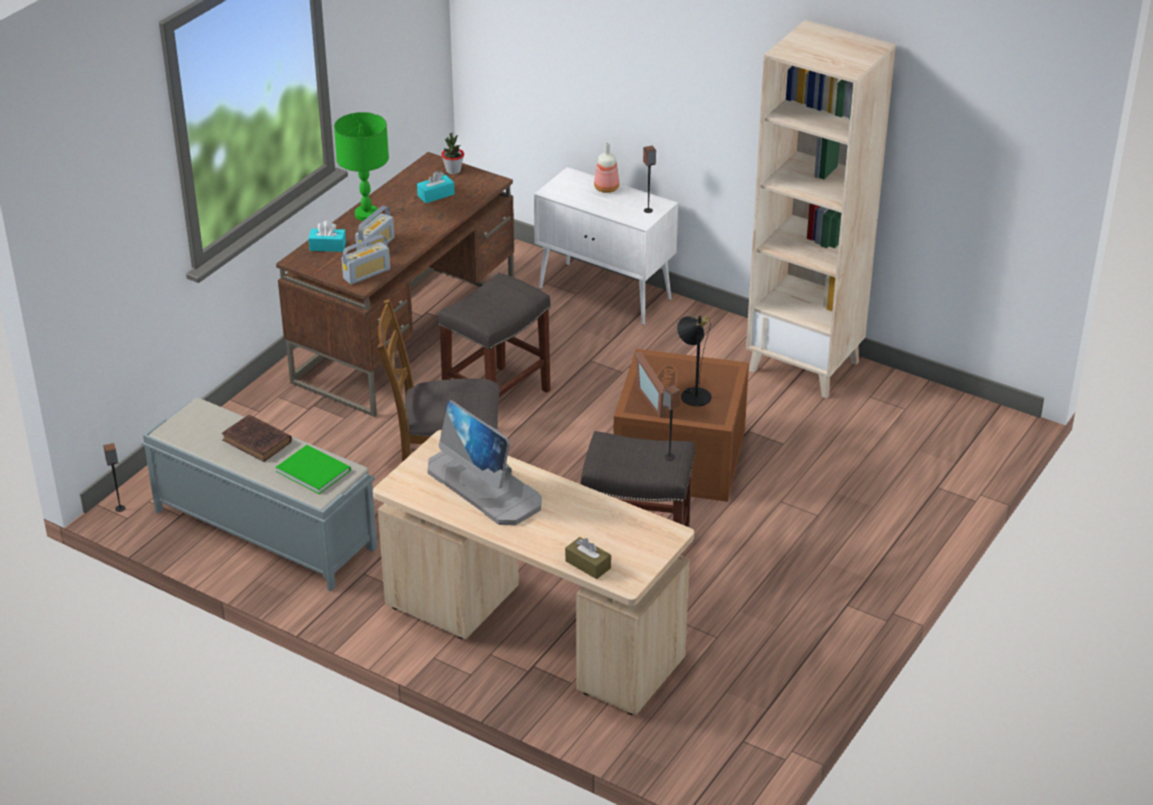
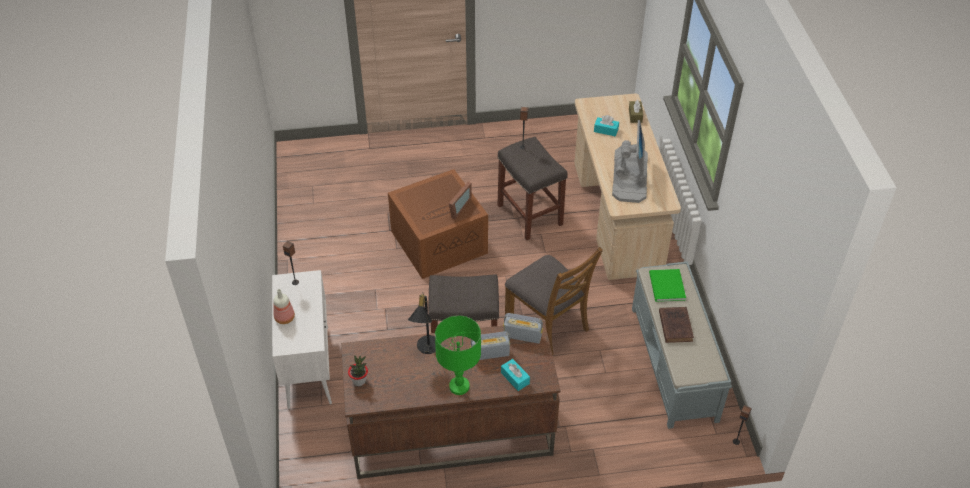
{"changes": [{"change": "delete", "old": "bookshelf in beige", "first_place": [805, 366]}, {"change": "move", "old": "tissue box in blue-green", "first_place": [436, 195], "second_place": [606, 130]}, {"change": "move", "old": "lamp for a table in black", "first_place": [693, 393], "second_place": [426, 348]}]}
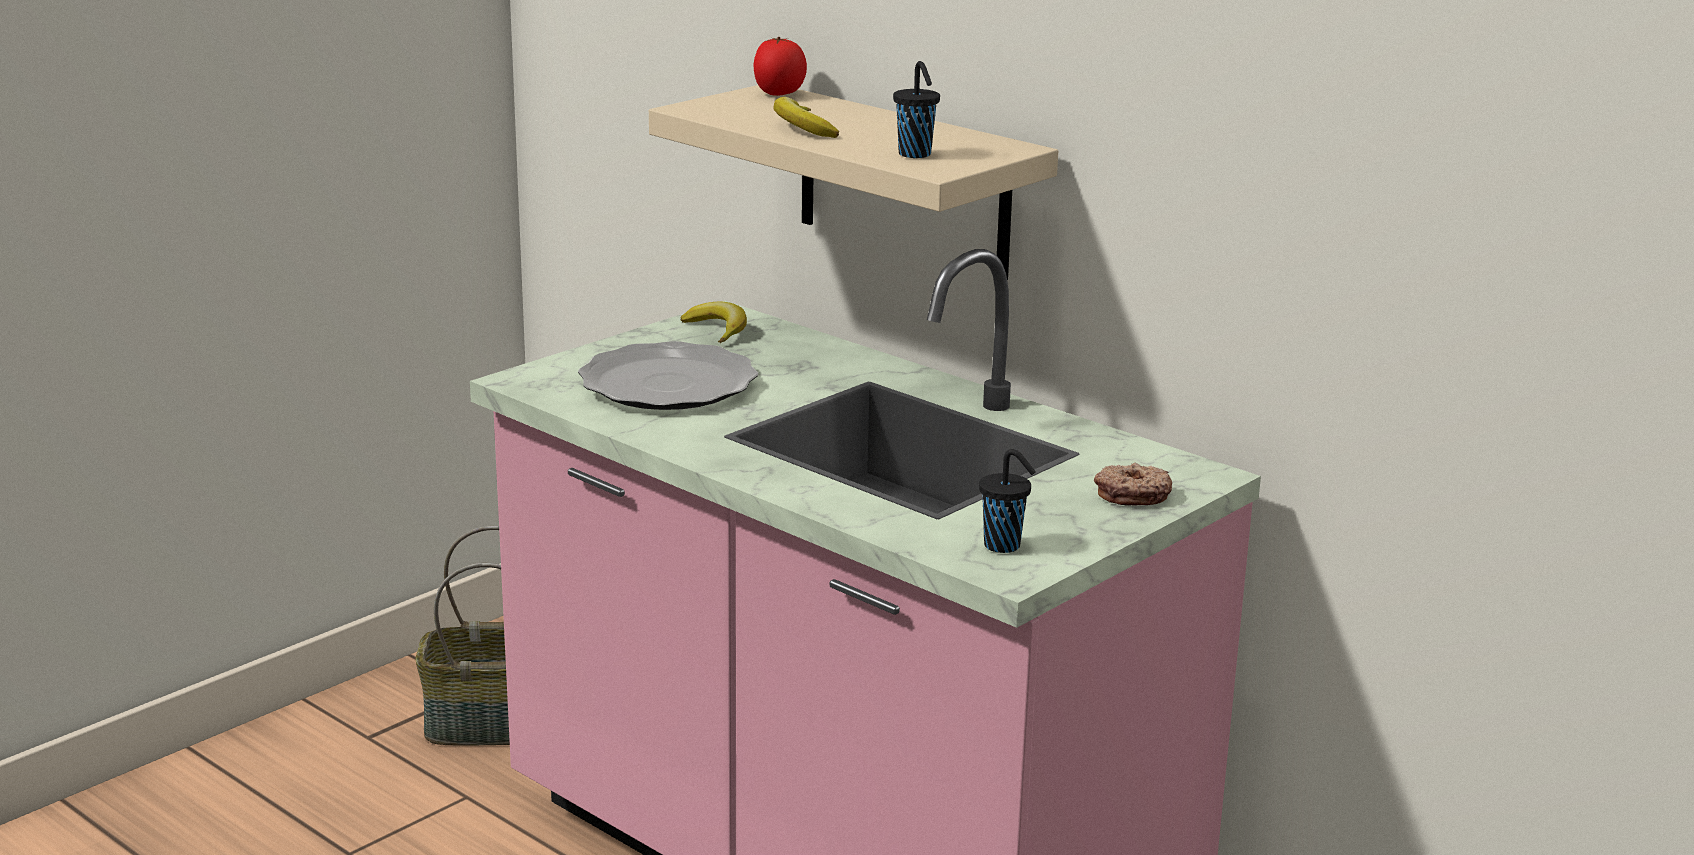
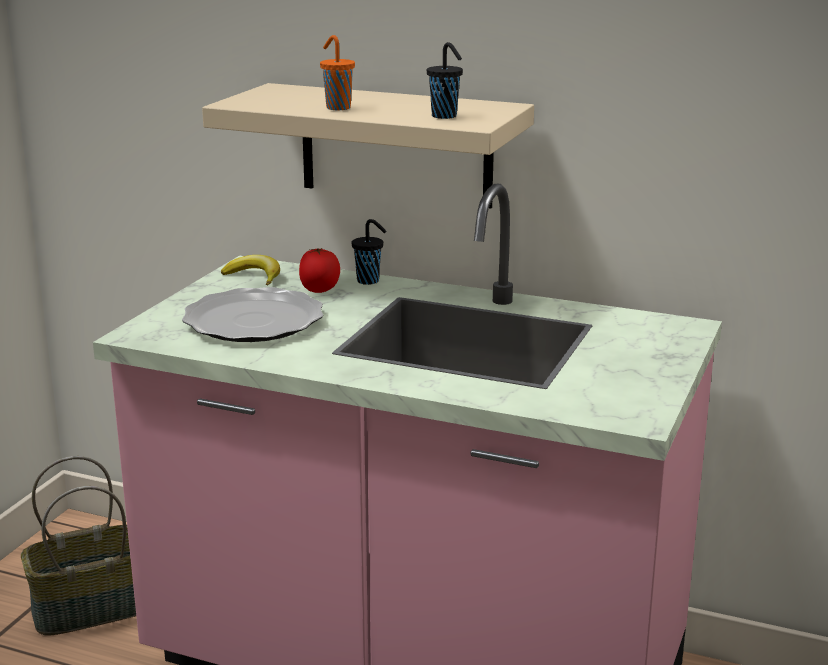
{"changes": [{"change": "move", "old": "fresh tomato", "first_place": [779, 94], "second_place": [319, 291]}, {"change": "replace", "old": "banana fruit", "new": "small cup in orange-coloured", "first_place": [802, 128], "second_place": [337, 108]}, {"change": "move", "old": "small cup in black", "first_place": [1004, 546], "second_place": [369, 281]}, {"change": "delete", "old": "donut", "first_place": [1132, 495]}]}
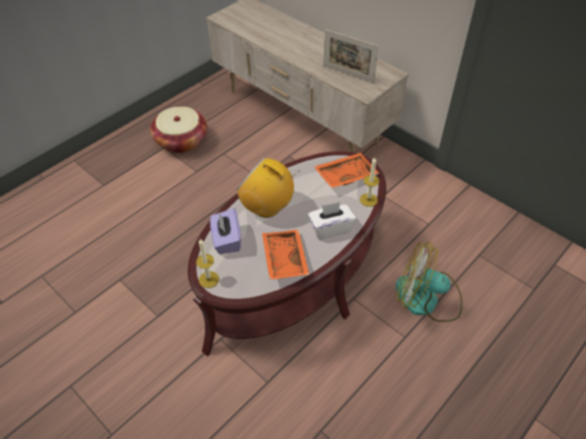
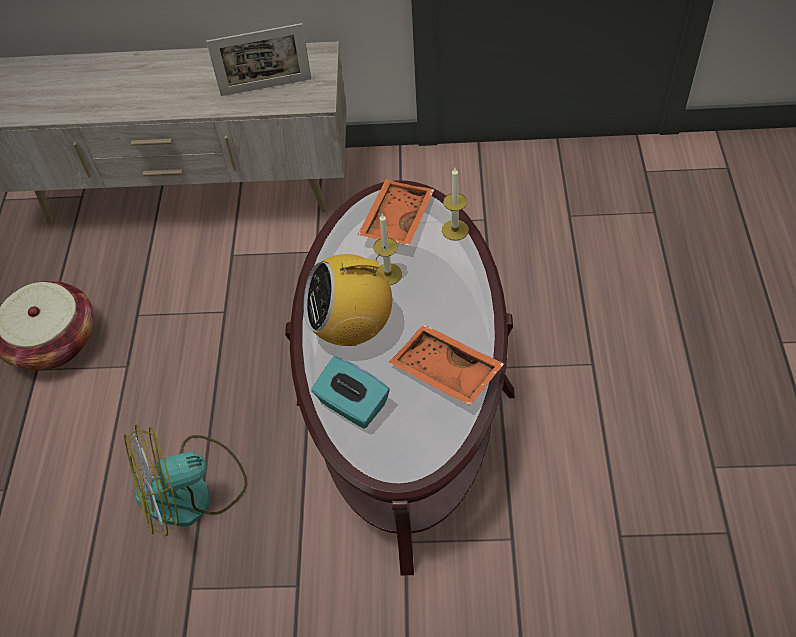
{"changes": [{"change": "delete", "old": "tissue box in whitish", "first_place": [330, 228]}, {"change": "recolor", "old": "tissue box in purple-coloured", "new": "tissue box in blue-green", "first_place": [226, 240], "second_place": [352, 405]}, {"change": "move", "old": "wax candle", "first_place": [208, 279], "second_place": [388, 274]}, {"change": "move", "old": "electric fan", "first_place": [426, 299], "second_place": [192, 492]}]}
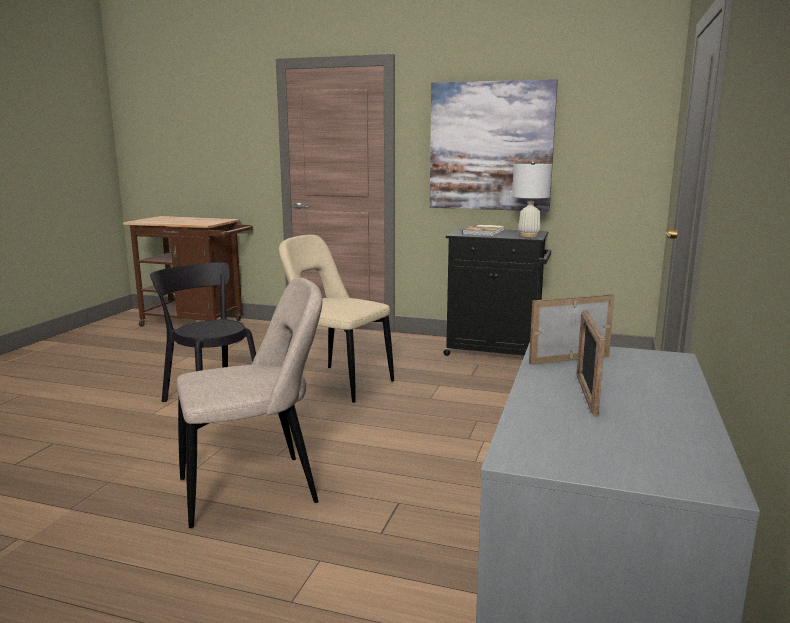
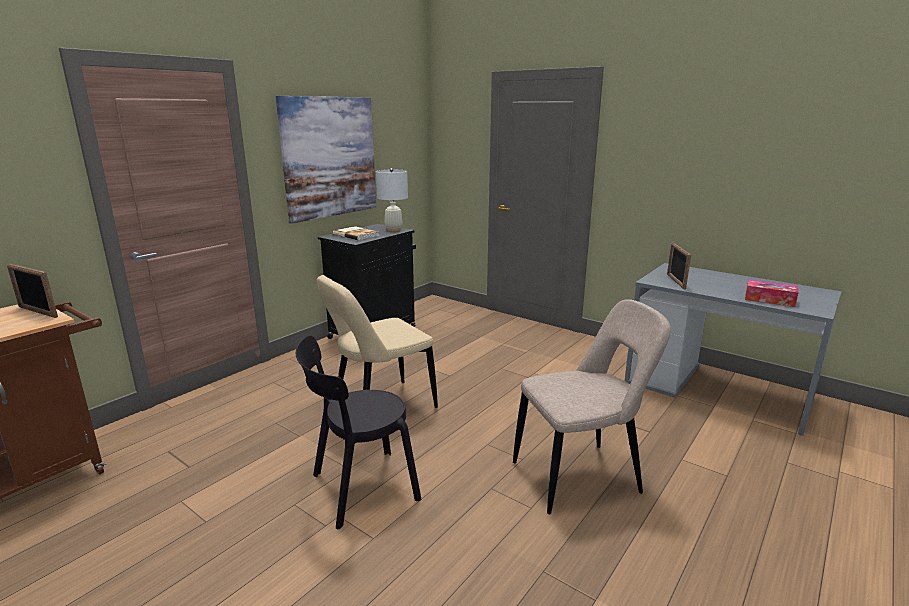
{"changes": [{"change": "rotate", "old": "chair in beige", "first_place": [255, 489], "second_place": [581, 476], "degrees": 75}, {"change": "move", "old": "standing frame", "first_place": [586, 395], "second_place": [37, 312]}, {"change": "insert", "new": "tissue box", "second_place": [769, 300]}]}
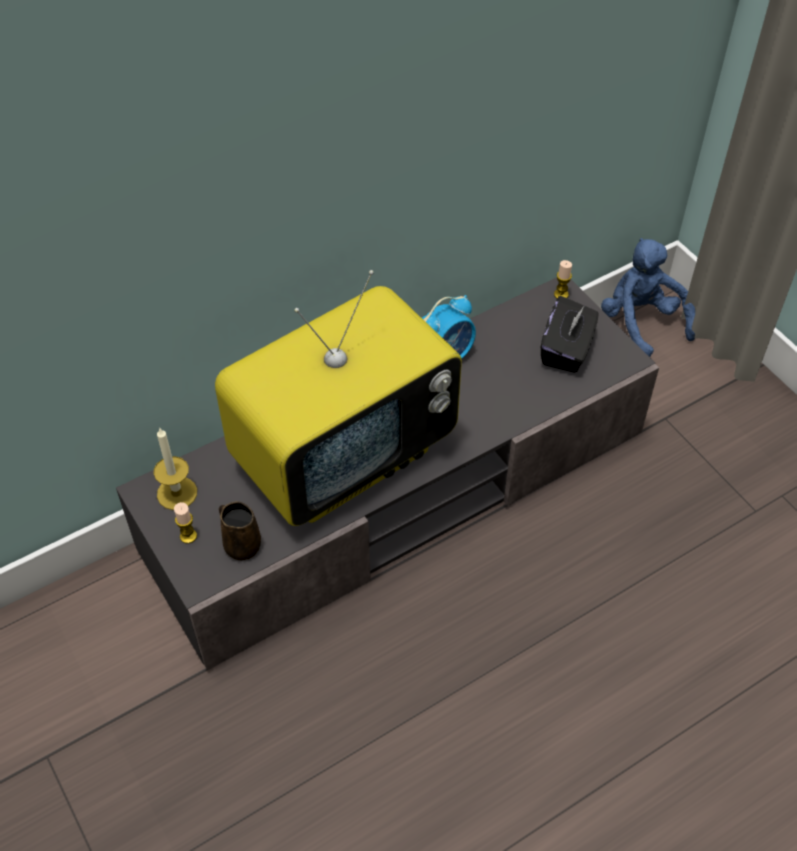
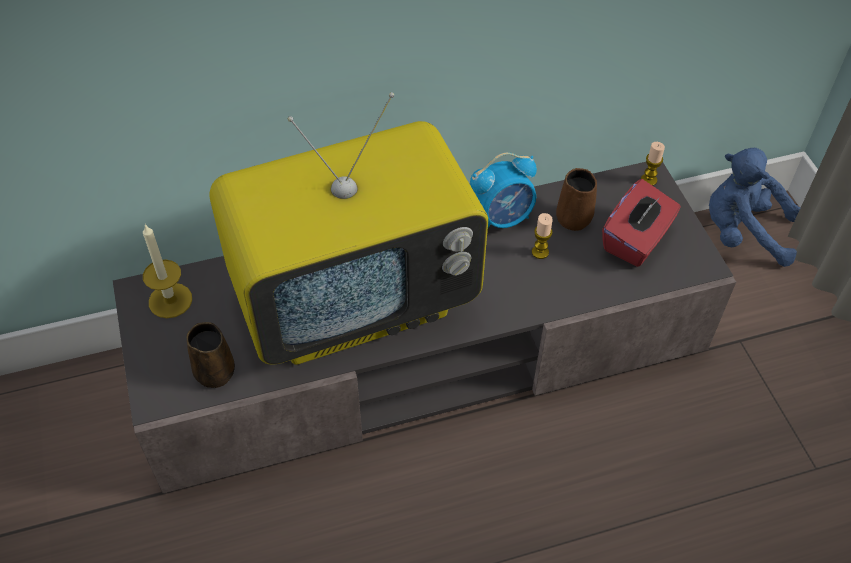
{"changes": [{"change": "rotate", "old": "soft toy in blue", "first_place": [641, 323], "second_place": [742, 233], "degrees": -60}, {"change": "recolor", "old": "tissue box in black", "new": "tissue box in red-coloured", "first_place": [566, 350], "second_place": [636, 240]}, {"change": "move", "old": "wax candle", "first_place": [188, 536], "second_place": [540, 252]}, {"change": "insert", "new": "mug in brown-coloured", "second_place": [573, 217]}]}
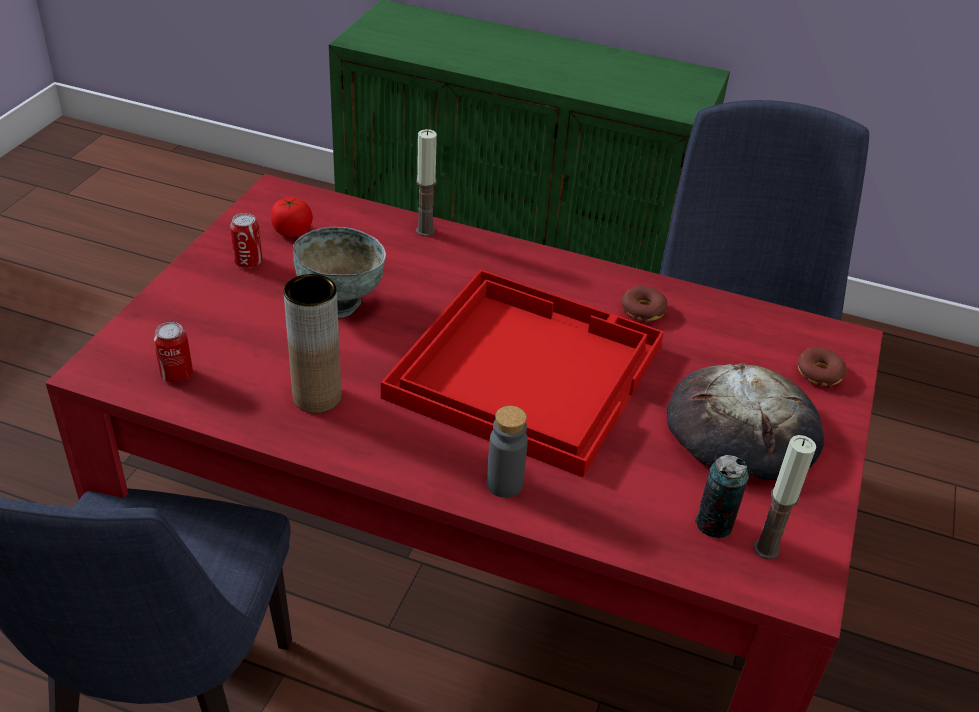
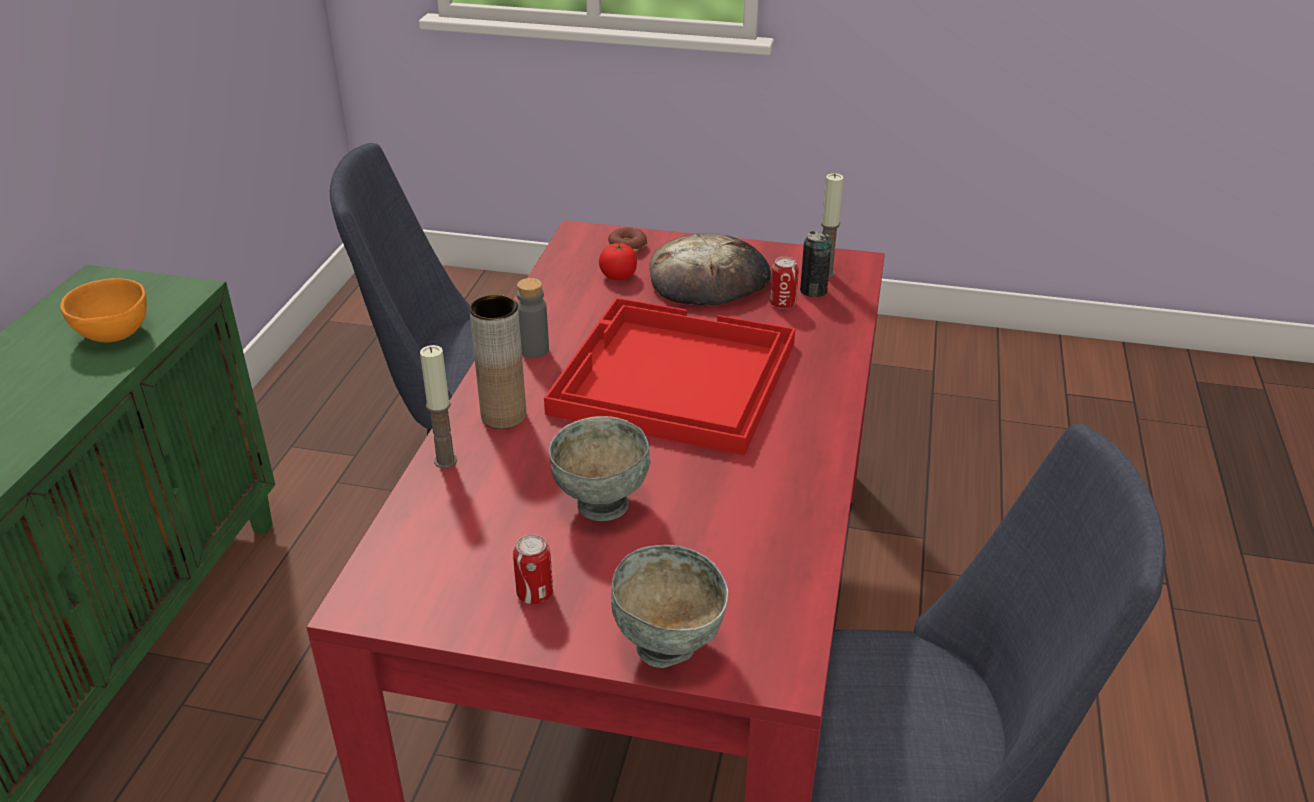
{"changes": [{"change": "move", "old": "fresh tomato", "first_place": [292, 231], "second_place": [618, 275]}, {"change": "move", "old": "vase in brown-coloured", "first_place": [317, 397], "second_place": [503, 416]}, {"change": "delete", "old": "donut", "first_place": [643, 310]}, {"change": "move", "old": "can", "first_place": [177, 375], "second_place": [782, 304]}, {"change": "move", "old": "drink bottle in greyish", "first_place": [504, 484], "second_place": [534, 350]}, {"change": "insert", "new": "deep dish in orange-coloured", "second_place": [113, 334]}, {"change": "insert", "new": "deep dish in greyish", "second_place": [668, 646]}]}
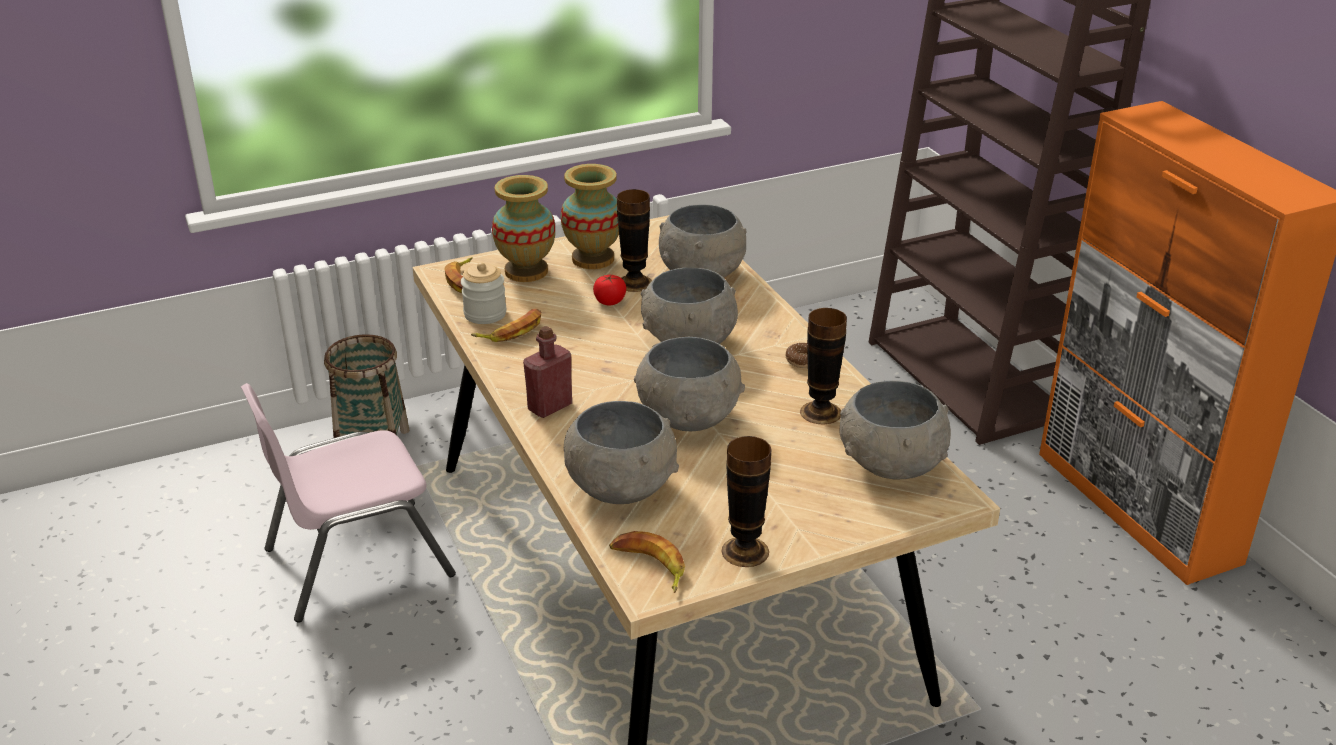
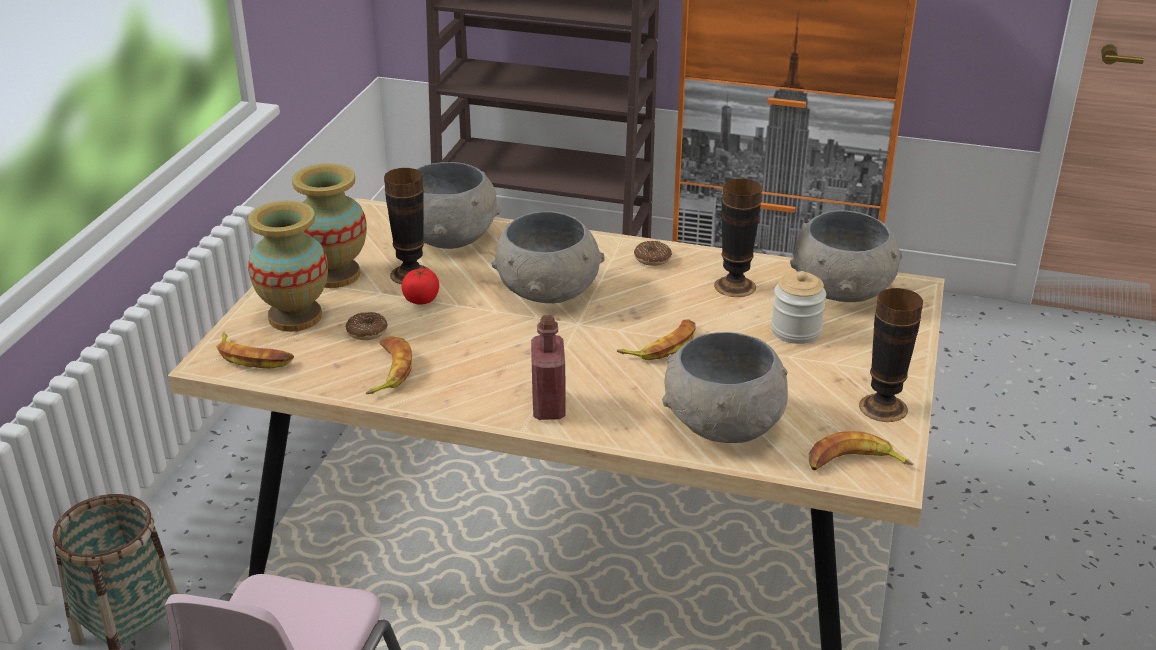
{"changes": [{"change": "move", "old": "storage jar", "first_place": [485, 314], "second_place": [796, 331]}, {"change": "replace", "old": "deep dish in greyish", "new": "banana fruit", "first_place": [688, 417], "second_place": [661, 346]}, {"change": "insert", "new": "donut", "second_place": [367, 332]}]}
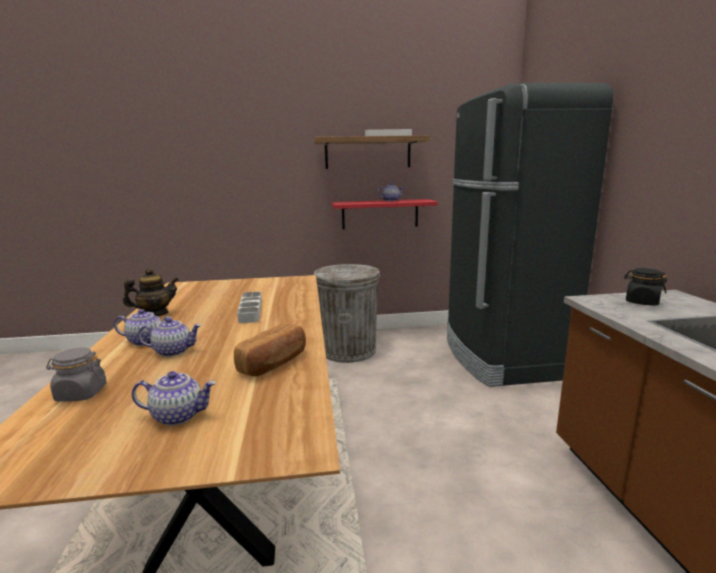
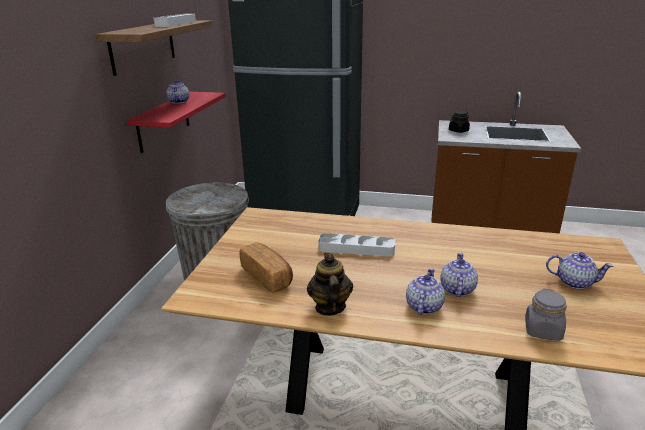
{"changes": [{"change": "move", "old": "bread", "first_place": [274, 363], "second_place": [267, 277]}, {"change": "rotate", "old": "tea pot", "first_place": [179, 415], "second_place": [575, 282], "degrees": 90}]}
